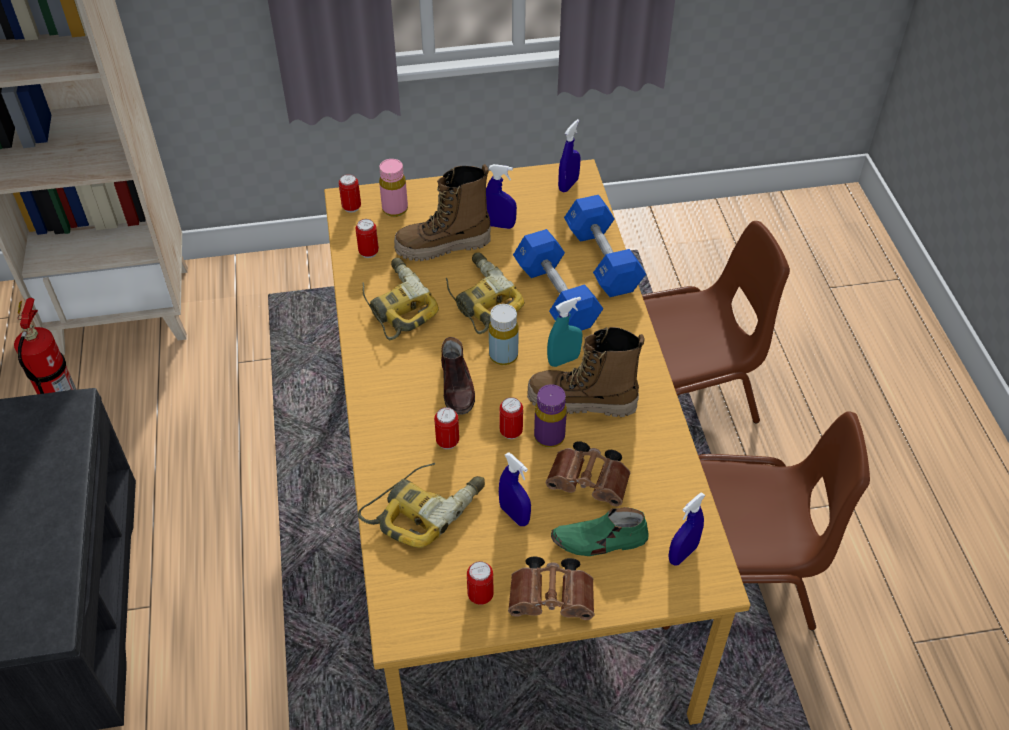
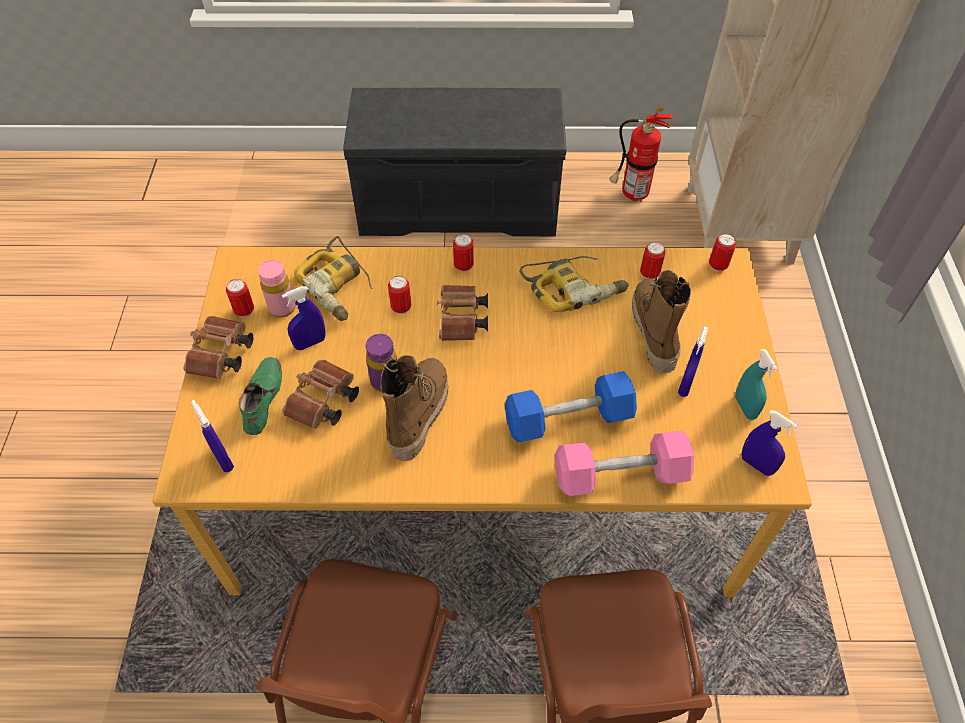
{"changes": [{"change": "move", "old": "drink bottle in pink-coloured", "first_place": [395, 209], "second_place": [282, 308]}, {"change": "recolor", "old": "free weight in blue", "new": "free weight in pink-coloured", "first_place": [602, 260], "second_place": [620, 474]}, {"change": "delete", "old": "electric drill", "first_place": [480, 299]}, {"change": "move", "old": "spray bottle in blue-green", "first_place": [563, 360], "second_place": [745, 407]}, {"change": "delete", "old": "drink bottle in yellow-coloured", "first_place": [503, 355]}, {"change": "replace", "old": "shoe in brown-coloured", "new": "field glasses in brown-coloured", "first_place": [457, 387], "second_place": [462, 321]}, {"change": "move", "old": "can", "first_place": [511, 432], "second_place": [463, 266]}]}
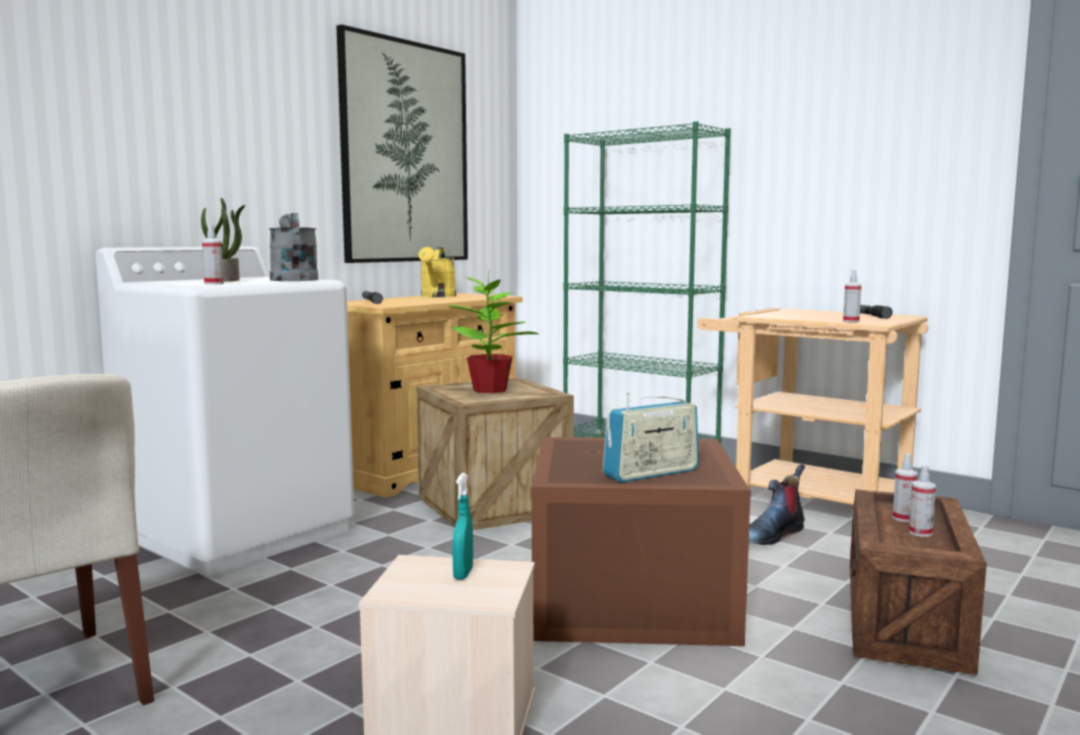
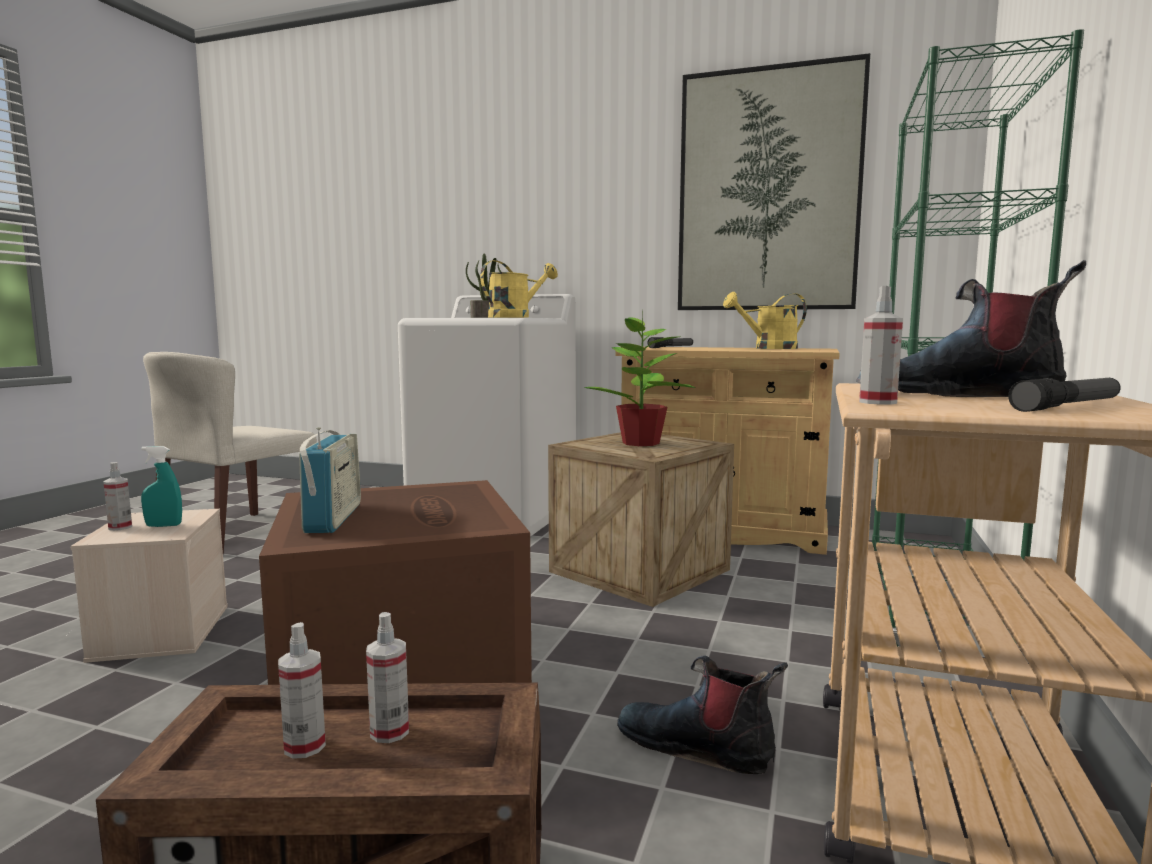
{"changes": [{"change": "recolor", "old": "watering pot in greyish", "new": "watering pot in yellow-coloured", "first_place": [293, 279], "second_place": [515, 317]}, {"change": "move", "old": "spray bottle", "first_place": [214, 284], "second_place": [120, 527]}, {"change": "rotate", "old": "radio", "first_place": [651, 473], "second_place": [333, 518], "degrees": -135}, {"change": "insert", "new": "boot", "second_place": [959, 394]}]}
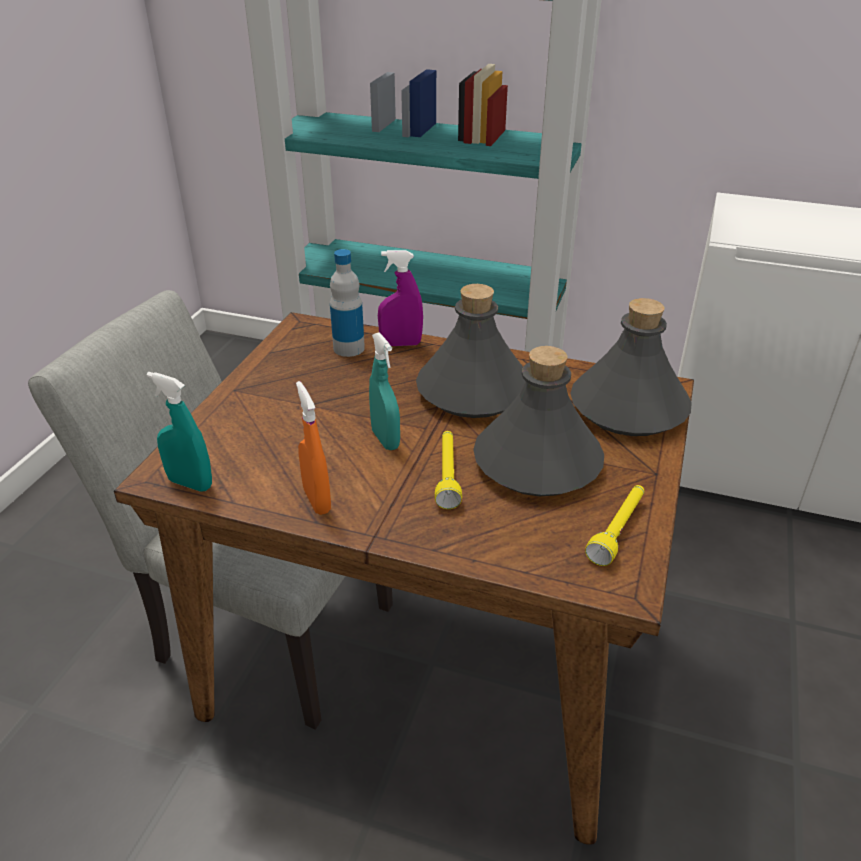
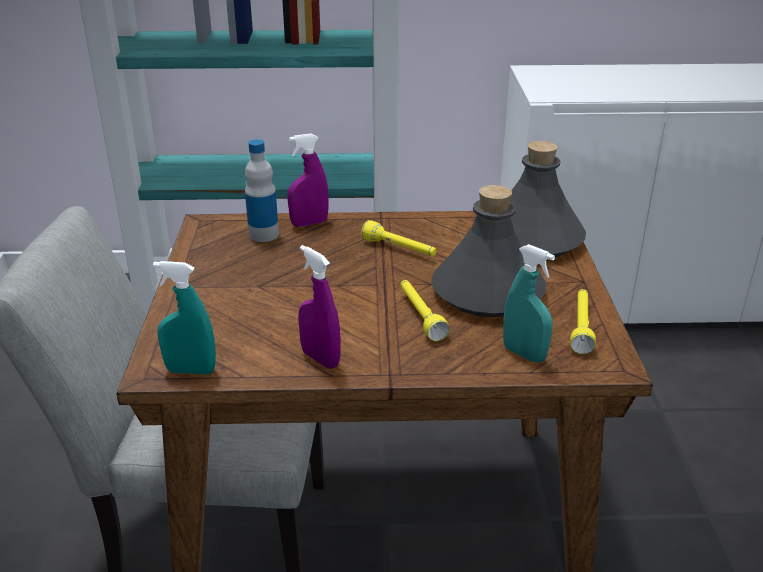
{"changes": [{"change": "replace", "old": "drink bottle in greyish", "new": "flashlight in yellow-coloured", "first_place": [474, 392], "second_place": [399, 249]}, {"change": "move", "old": "spray bottle in blue-green", "first_place": [385, 439], "second_place": [524, 354]}, {"change": "recolor", "old": "spray bottle in orange-coloured", "new": "spray bottle in purple-coloured", "first_place": [317, 500], "second_place": [320, 359]}]}
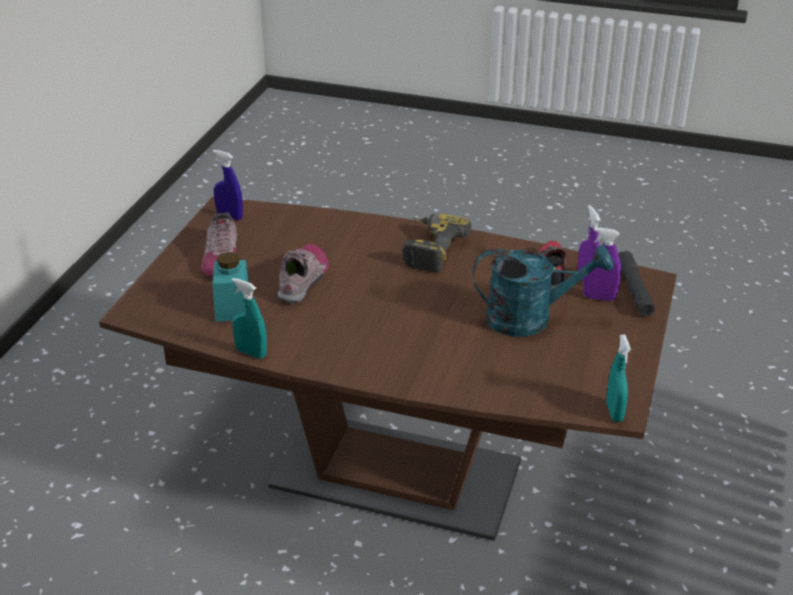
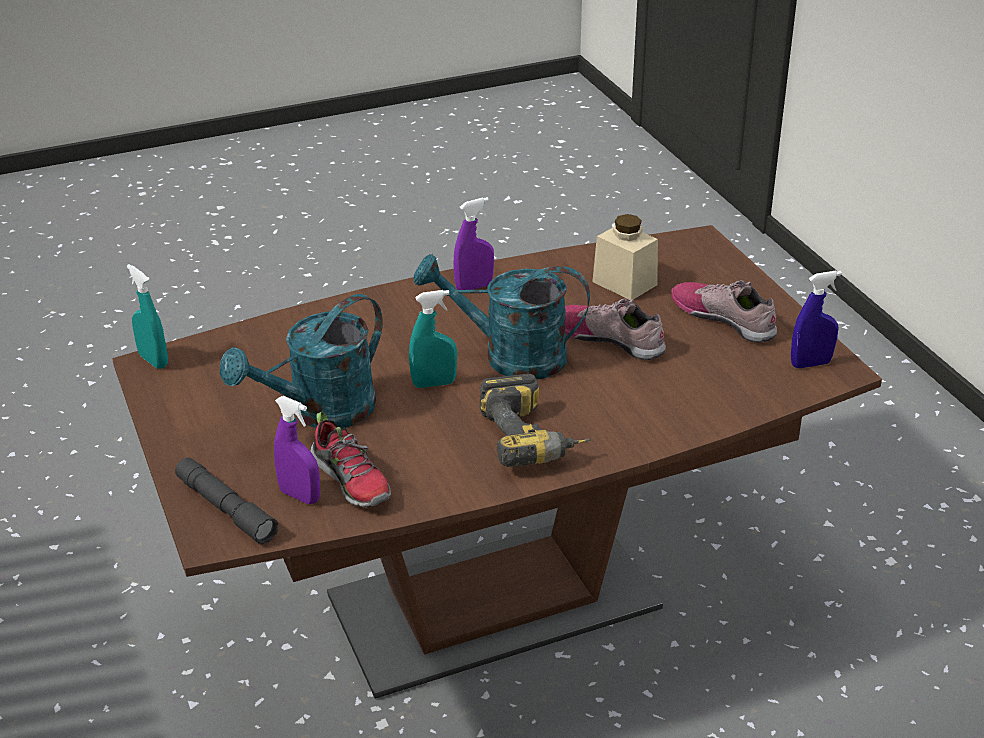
{"changes": [{"change": "move", "old": "spray bottle in purple-coloured", "first_place": [599, 298], "second_place": [474, 287]}, {"change": "rotate", "old": "shoe", "first_place": [303, 279], "second_place": [609, 338], "degrees": 150}, {"change": "recolor", "old": "storage jar in blue-green", "new": "storage jar in beige", "first_place": [233, 308], "second_place": [624, 283]}, {"change": "move", "old": "spray bottle in blue-green", "first_place": [251, 353], "second_place": [434, 384]}, {"change": "insert", "new": "watering pot in blue-green", "second_place": [510, 356]}]}
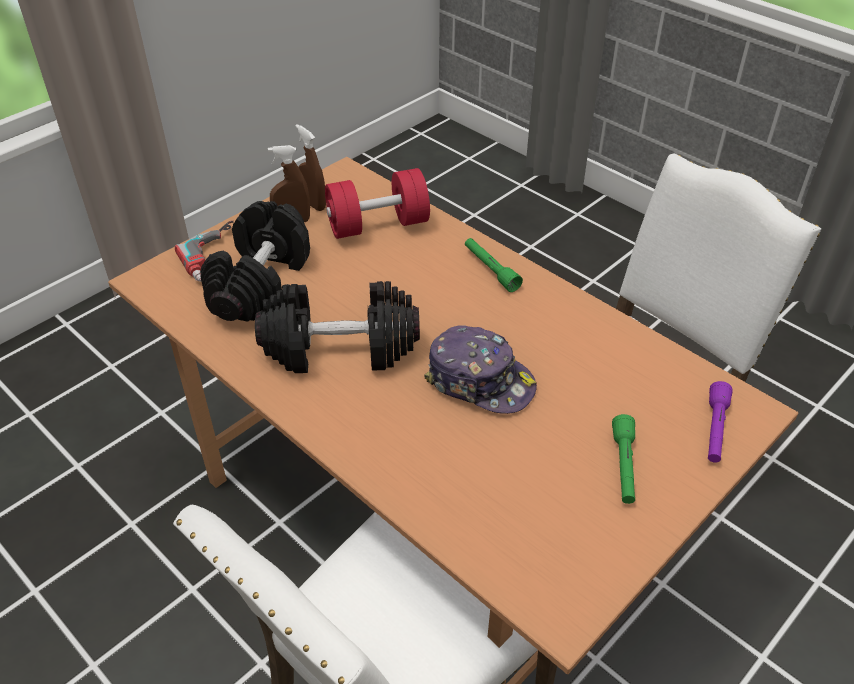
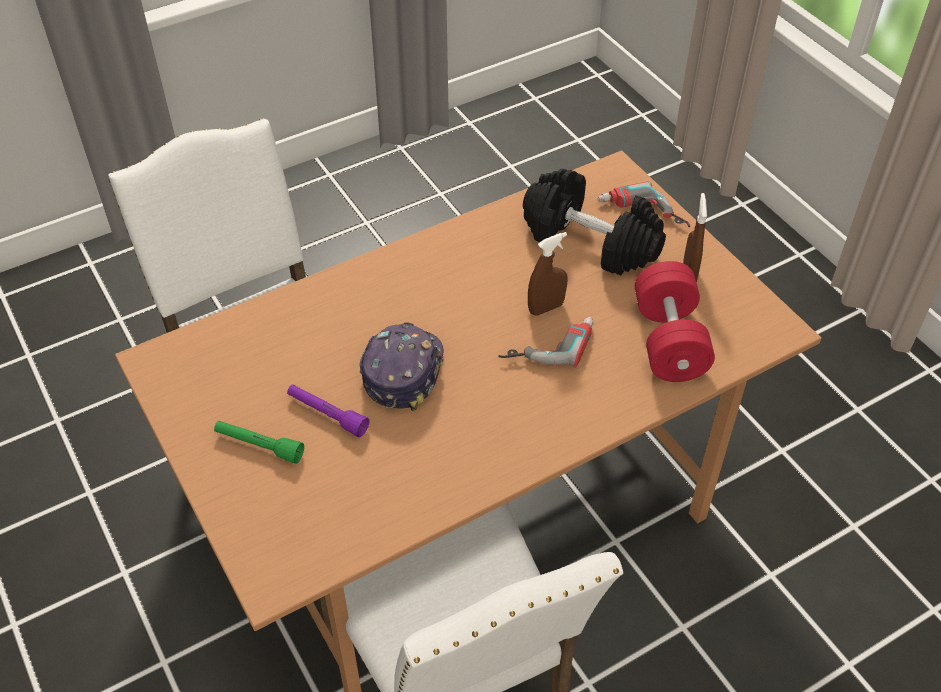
{"changes": [{"change": "move", "old": "spray bottle in brown-coloured", "first_place": [313, 204], "second_place": [546, 308]}, {"change": "delete", "old": "flashlight in greenish", "first_place": [490, 270]}, {"change": "delete", "old": "free weight in black", "first_place": [340, 349]}, {"change": "rotate", "old": "cap", "first_place": [480, 381], "second_place": [402, 371], "degrees": 150}, {"change": "move", "old": "flashlight in purple-coloured", "first_place": [715, 429], "second_place": [327, 414]}, {"change": "insert", "new": "electric drill", "second_place": [548, 342]}]}
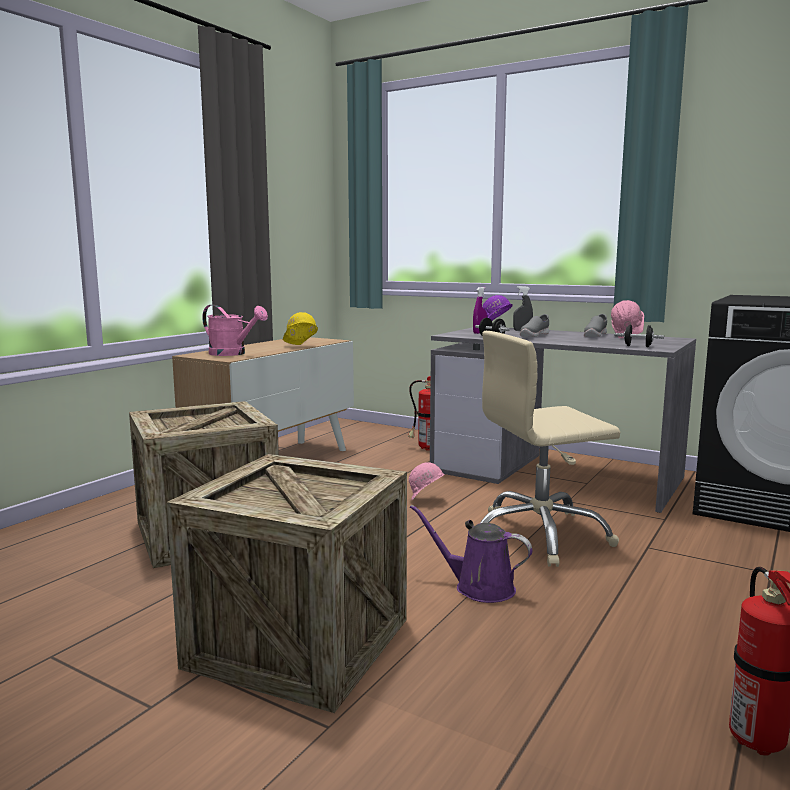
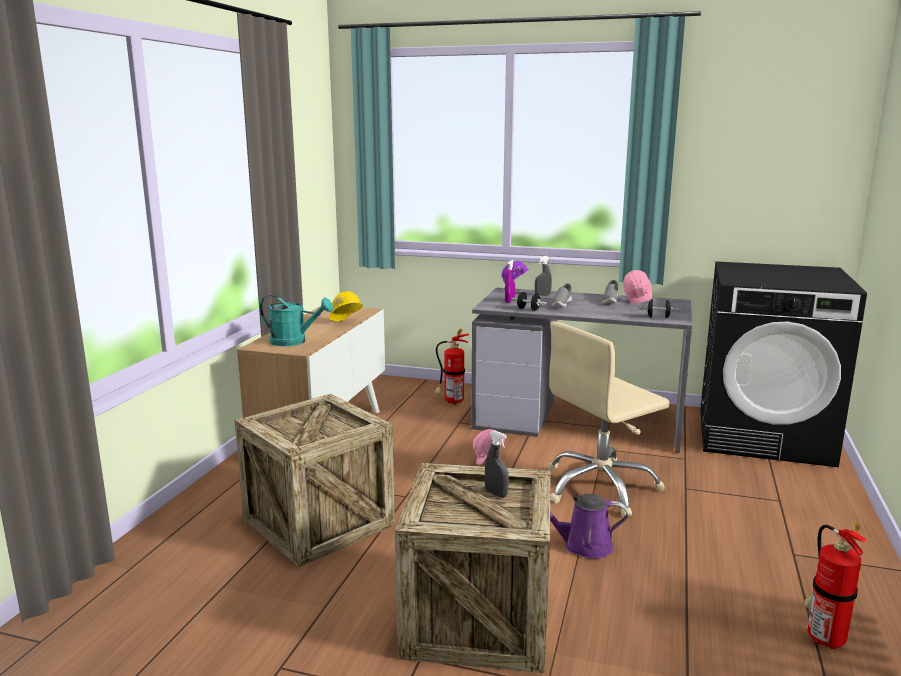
{"changes": [{"change": "recolor", "old": "watering pot in pink-coloured", "new": "watering pot in blue-green", "first_place": [233, 354], "second_place": [294, 341]}, {"change": "insert", "new": "spray bottle in greyish", "second_place": [496, 494]}]}
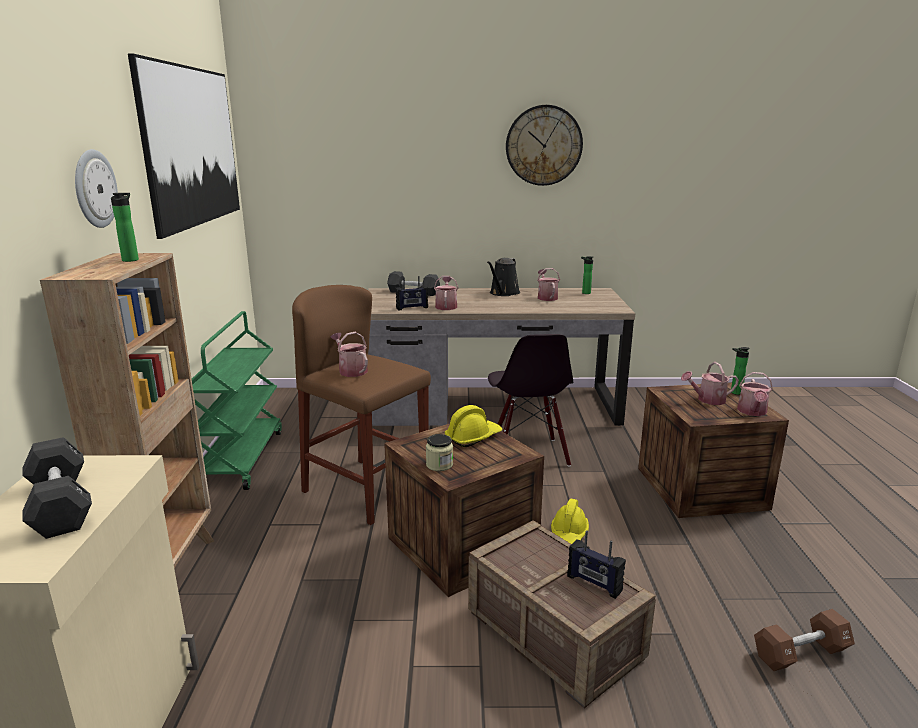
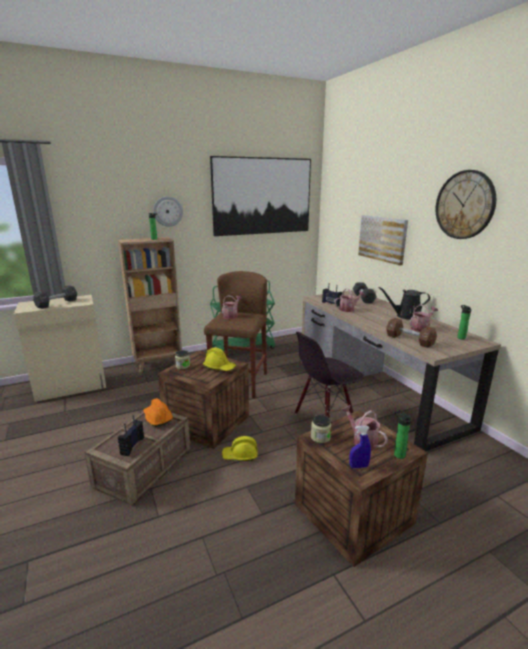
{"changes": [{"change": "replace", "old": "watering pot", "new": "spray bottle in blue", "first_place": [752, 412], "second_place": [358, 466]}, {"change": "move", "old": "free weight in brown-coloured", "first_place": [800, 653], "second_place": [409, 340]}, {"change": "insert", "new": "wall art", "second_place": [382, 239]}, {"change": "insert", "new": "work helmet in orange-coloured", "second_place": [157, 418]}, {"change": "insert", "new": "storage jar", "second_place": [320, 437]}]}
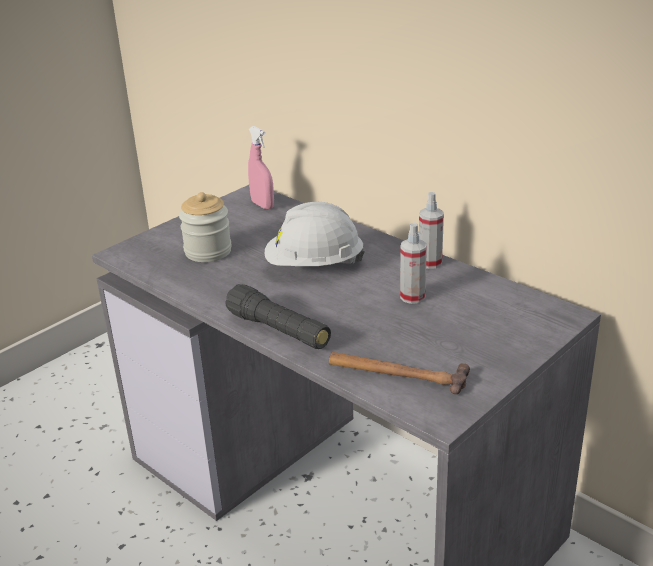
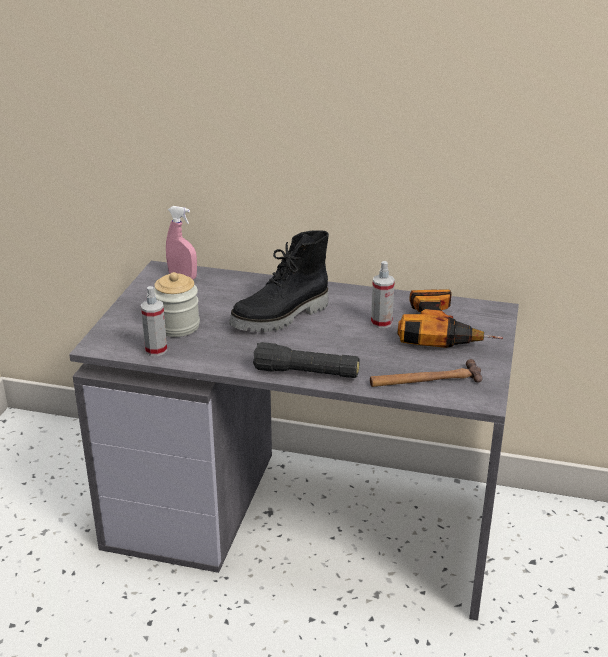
{"changes": [{"change": "move", "old": "spray bottle", "first_place": [430, 263], "second_place": [156, 350]}, {"change": "replace", "old": "work helmet in whitish", "new": "boot in black", "first_place": [314, 266], "second_place": [281, 317]}, {"change": "insert", "new": "electric drill", "second_place": [442, 329]}]}
